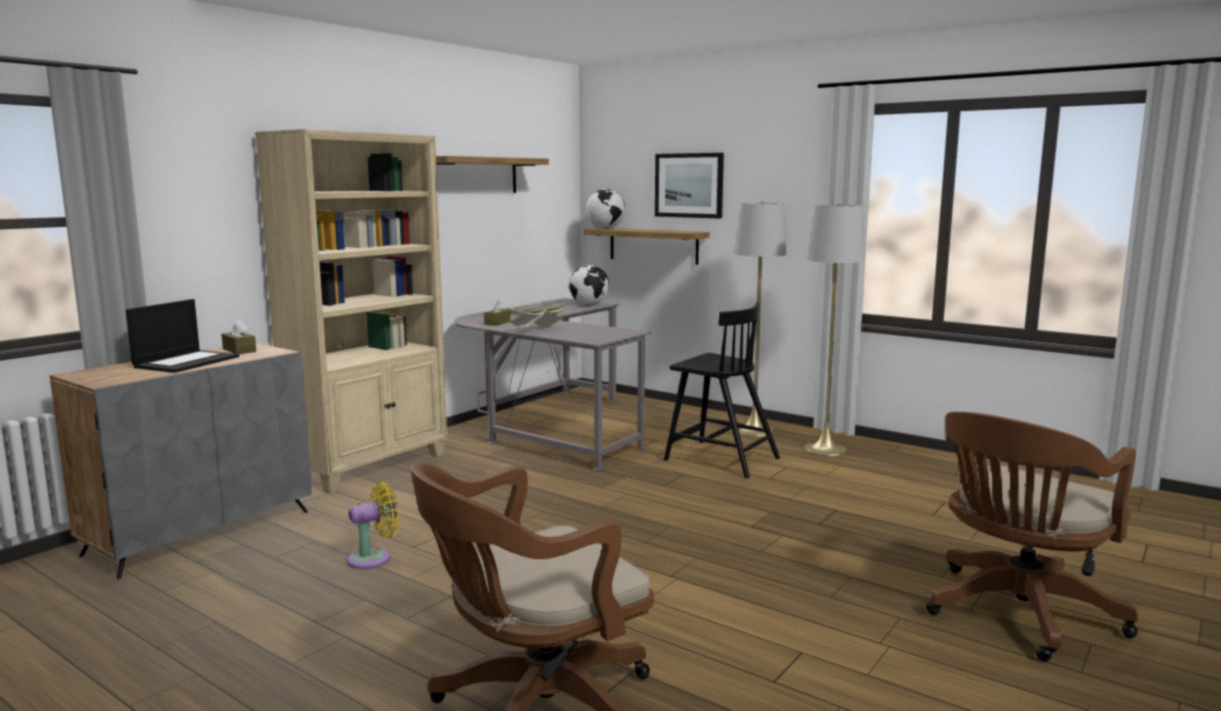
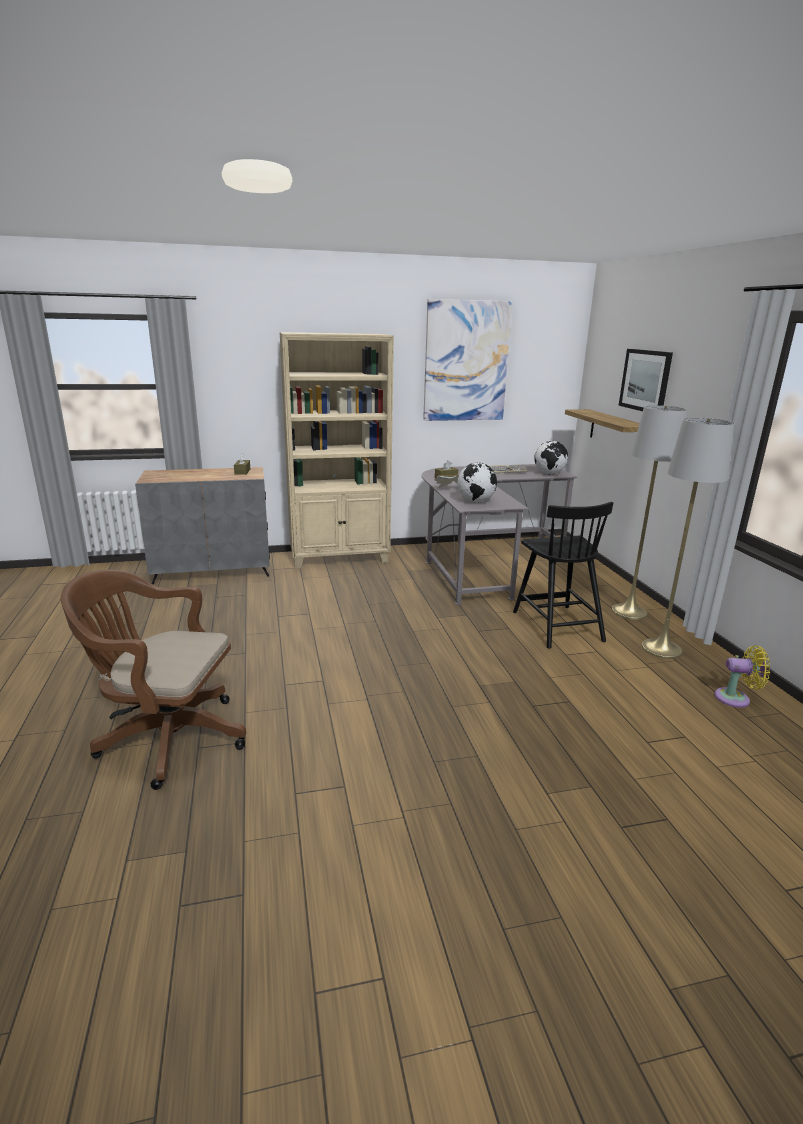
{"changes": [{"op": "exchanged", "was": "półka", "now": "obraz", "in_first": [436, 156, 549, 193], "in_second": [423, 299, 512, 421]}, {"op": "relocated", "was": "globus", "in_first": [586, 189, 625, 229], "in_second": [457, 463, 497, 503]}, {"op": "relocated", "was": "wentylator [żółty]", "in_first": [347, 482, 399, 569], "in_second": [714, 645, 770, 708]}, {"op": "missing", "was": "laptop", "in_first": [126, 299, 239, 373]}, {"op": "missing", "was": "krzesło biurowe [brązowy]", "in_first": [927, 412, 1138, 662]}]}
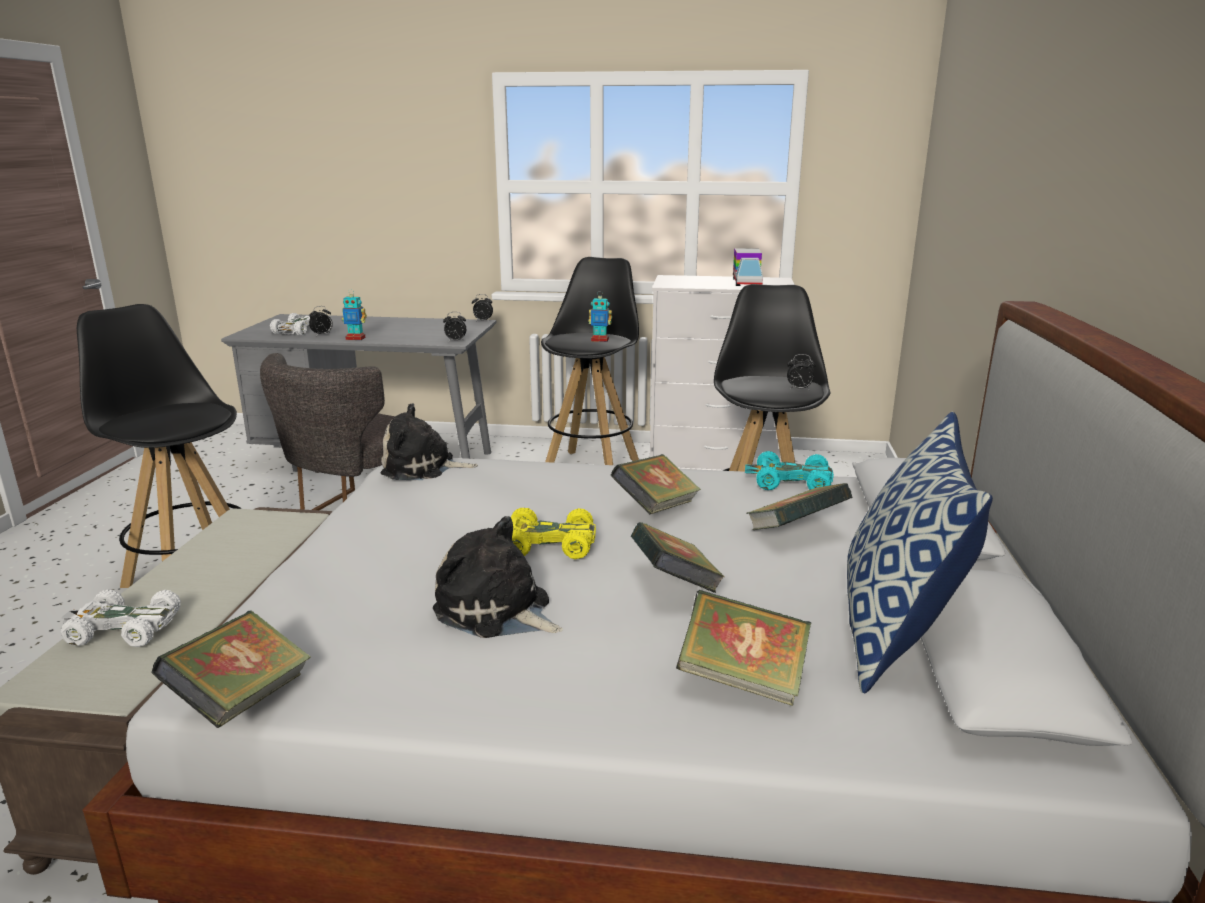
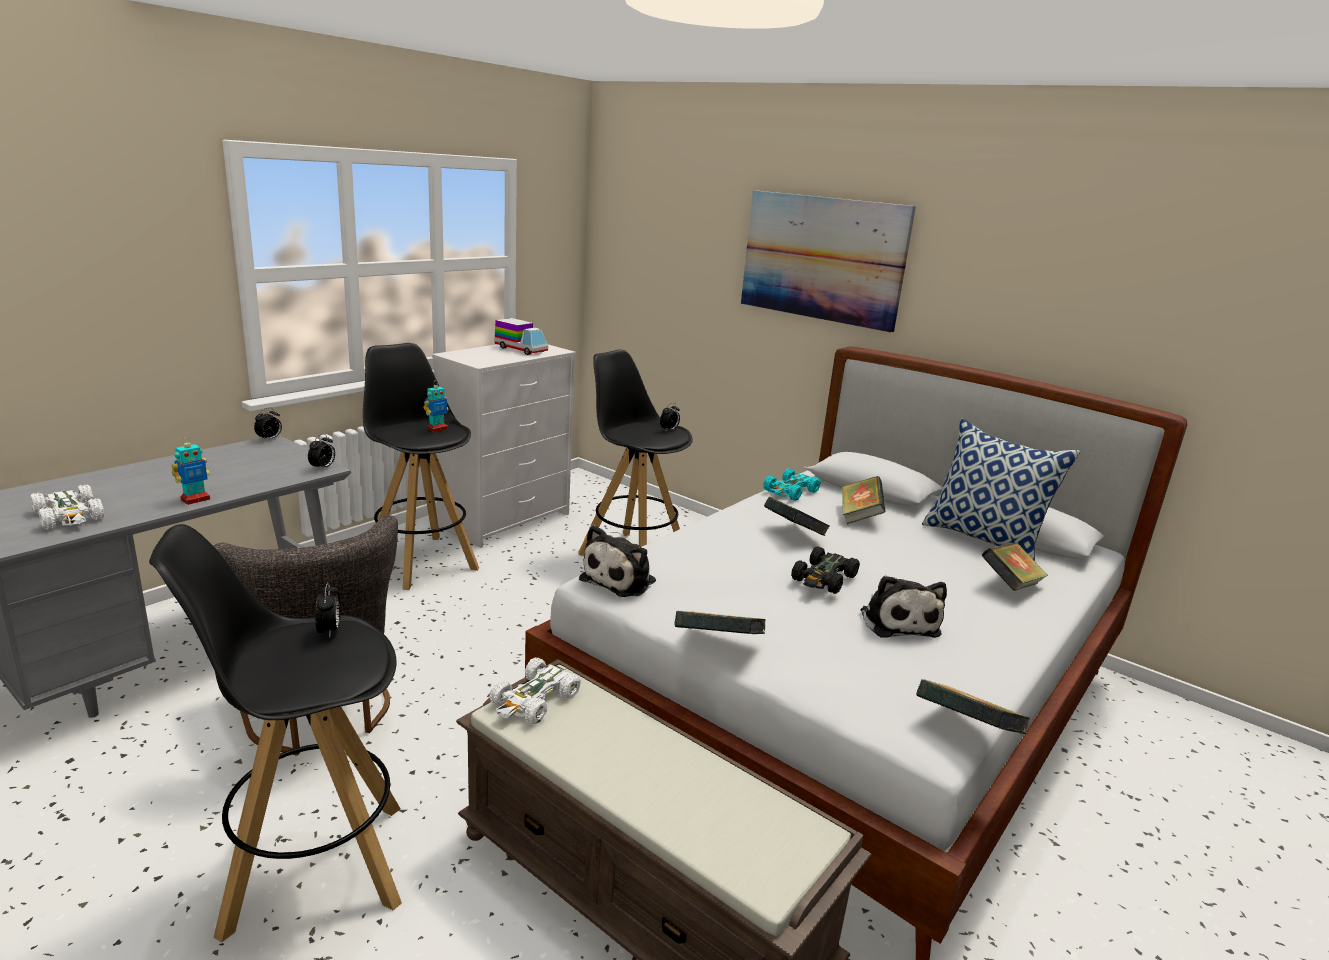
{"changes": [{"op": "relocated", "was": "budzik", "in_first": [309, 306, 333, 335], "in_second": [315, 582, 341, 637]}, {"op": "relocated", "was": "samochodzik [biały]", "in_first": [61, 589, 181, 647], "in_second": [489, 658, 581, 724]}, {"op": "relocated", "was": "książka", "in_first": [631, 522, 725, 593], "in_second": [675, 610, 766, 634]}, {"op": "appeared", "now": "obraz", "in_second": [741, 190, 916, 333]}, {"op": "colour", "was": "samochodzik [żółty]", "now": "samochodzik [czarny]", "in_first": [511, 508, 596, 559], "in_second": [791, 546, 860, 594]}, {"op": "spun", "was": "pluszak", "in_first": [433, 516, 563, 638], "in_second": [860, 576, 947, 638], "clockwise": -75}]}
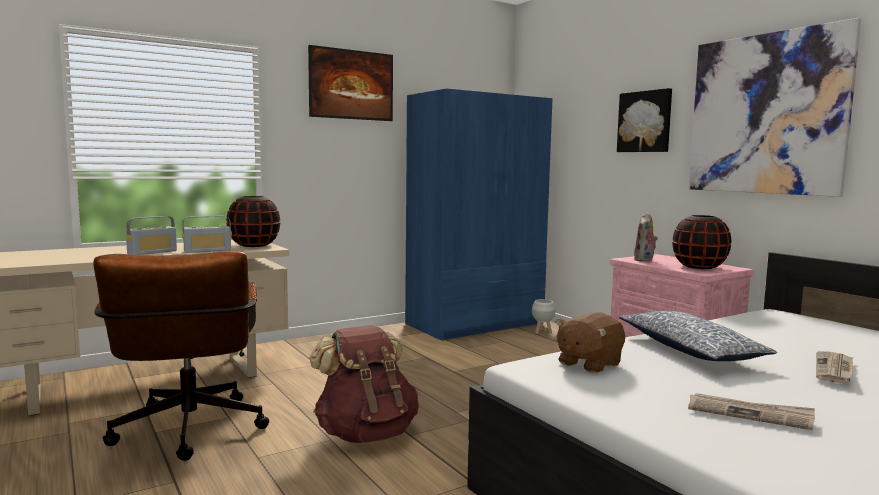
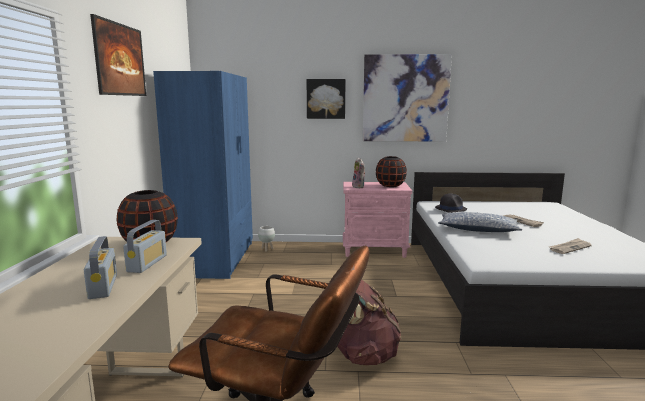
{"changes": [{"op": "appeared", "now": "kapelusz [czarny]", "in_second": [435, 193, 467, 213]}, {"op": "missing", "was": "pluszak [brązowy]", "in_first": [555, 312, 625, 373]}]}
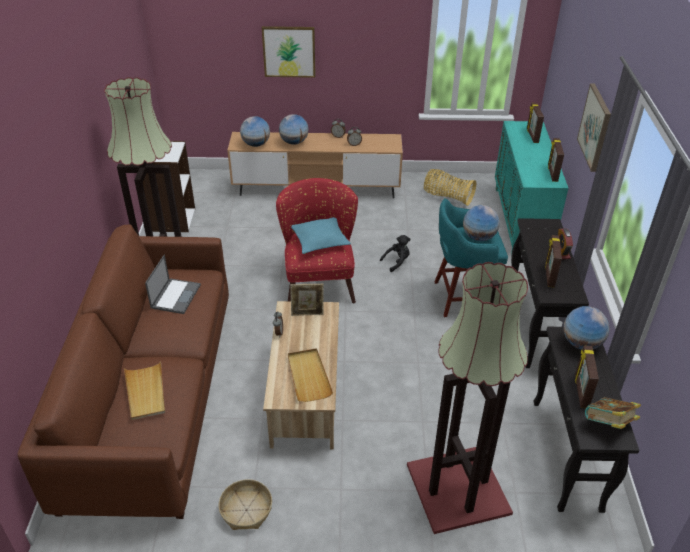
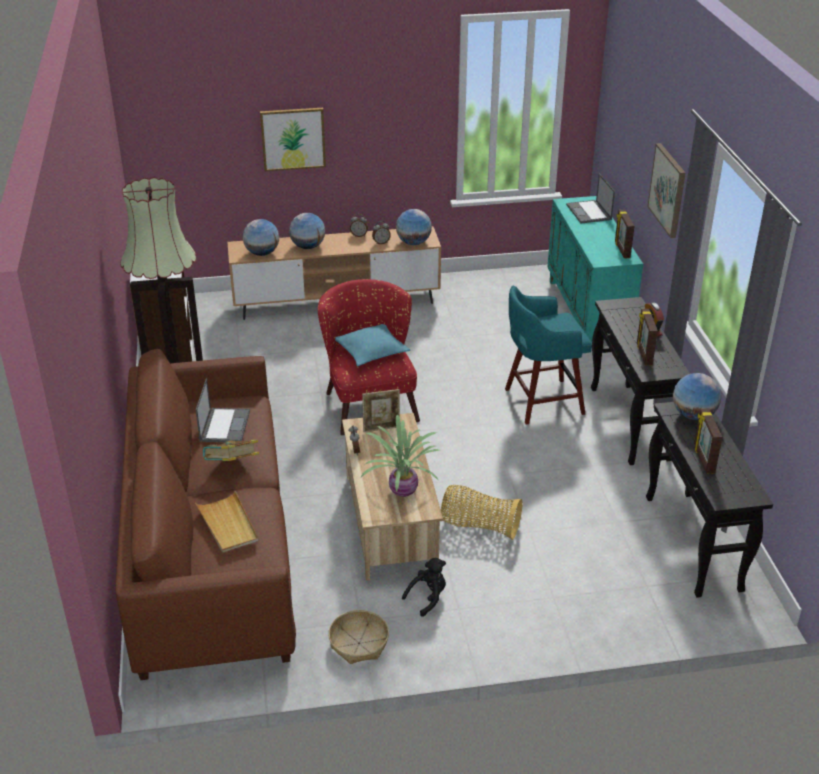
{"changes": [{"op": "relocated", "was": "książka", "in_first": [585, 397, 641, 429], "in_second": [203, 440, 259, 461]}, {"op": "exchanged", "was": "taca [beżowy]", "now": "roślina doniczkowa", "in_first": [288, 348, 333, 402], "in_second": [361, 415, 440, 497]}, {"op": "relocated", "was": "globus", "in_first": [463, 205, 500, 241], "in_second": [396, 209, 432, 245]}, {"op": "relocated", "was": "pluszak [czarny]", "in_first": [380, 235, 411, 272], "in_second": [402, 558, 446, 617]}, {"op": "relocated", "was": "koszyk", "in_first": [424, 169, 476, 206], "in_second": [441, 485, 522, 540]}, {"op": "exchanged", "was": "ramka na zdjęcie", "now": "laptop", "in_first": [527, 103, 544, 143], "in_second": [566, 174, 615, 223]}, {"op": "missing", "was": "lampa stojąca", "in_first": [407, 262, 528, 534]}]}
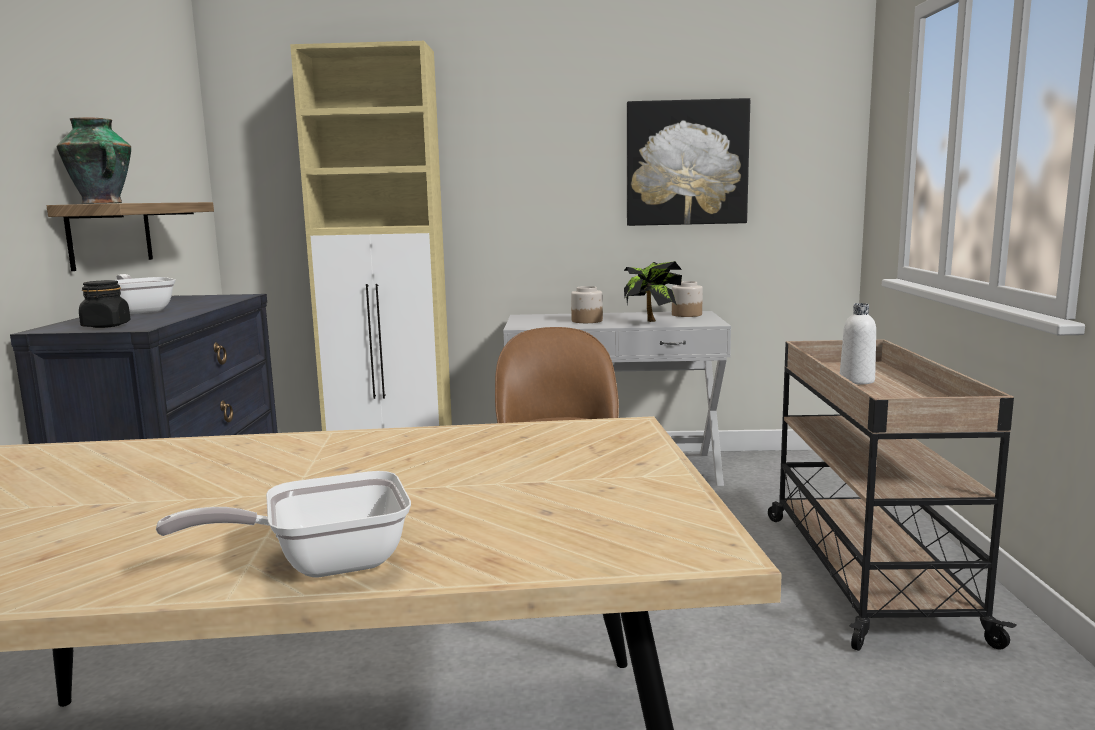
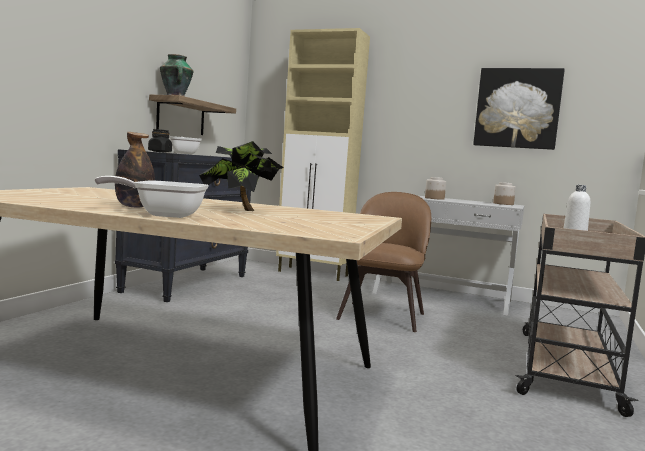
{"changes": [{"op": "appeared", "now": "butelka", "in_second": [115, 132, 155, 208]}, {"op": "relocated", "was": "roślina doniczkowa", "in_first": [624, 261, 682, 322], "in_second": [199, 141, 284, 211]}]}
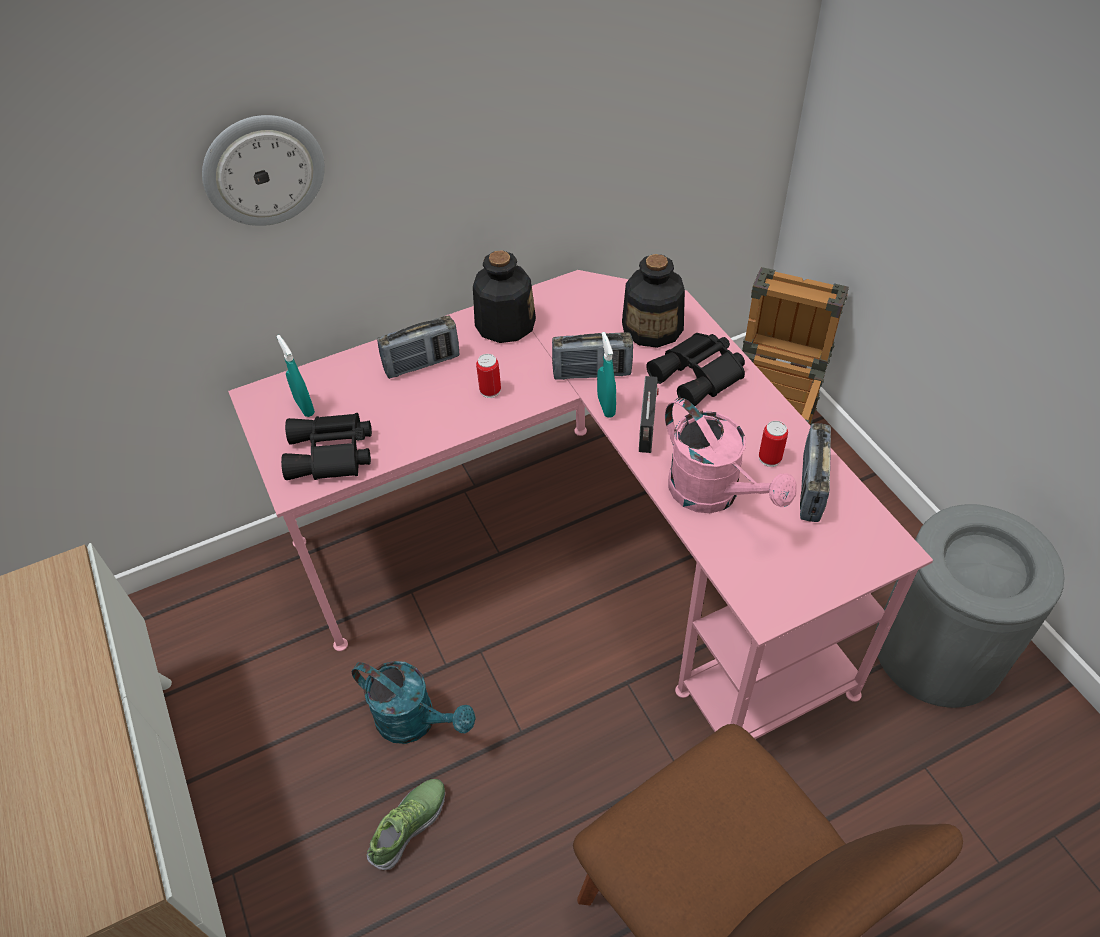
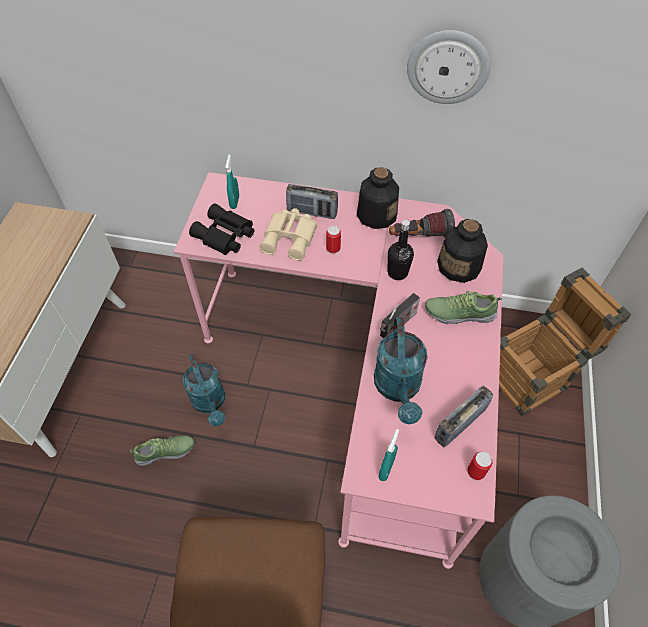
{"changes": [{"op": "appeared", "now": "lornetka [beżowy]", "in_second": [259, 208, 317, 261]}, {"op": "colour", "was": "konewka [różowy]", "now": "konewka [turkusowy]", "in_first": [665, 398, 797, 513], "in_second": [374, 317, 428, 425]}, {"op": "relocated", "was": "spryskiwacz [turkusowy]", "in_first": [597, 332, 616, 418], "in_second": [378, 429, 399, 481]}, {"op": "exchanged", "was": "radio", "now": "butelka [czarny]", "in_first": [552, 332, 633, 380], "in_second": [388, 220, 414, 280]}, {"op": "appeared", "now": "latarka", "in_second": [389, 209, 455, 238]}, {"op": "relocated", "was": "zegar ścienny", "in_first": [202, 115, 325, 226], "in_second": [407, 30, 491, 104]}, {"op": "exchanged", "was": "lornetka [czarny]", "now": "but", "in_first": [646, 333, 745, 406], "in_second": [425, 291, 502, 324]}, {"op": "relocated", "was": "puszka", "in_first": [759, 421, 788, 467], "in_second": [467, 451, 493, 481]}]}
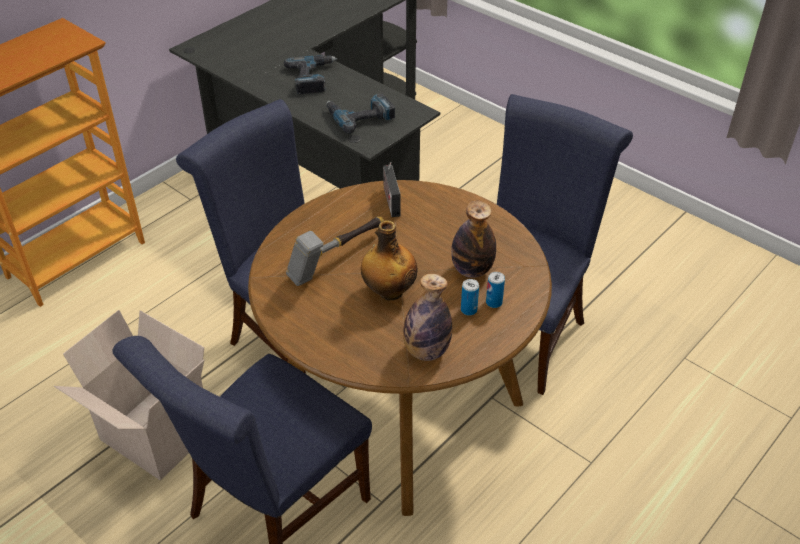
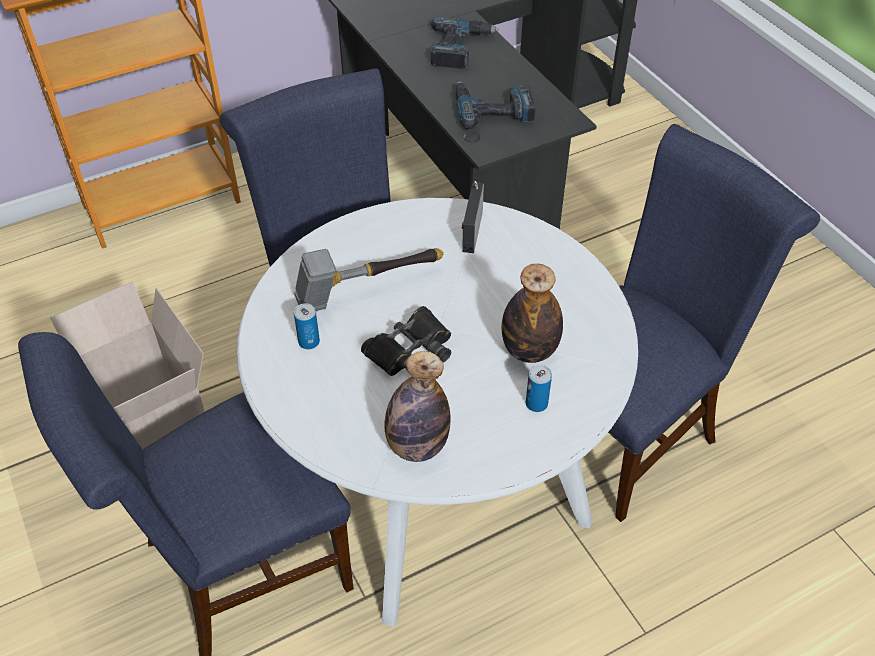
{"changes": [{"op": "colour", "was": "stół jadalny [brązowy]", "now": "stół jadalny [biały]", "in_first": [248, 180, 552, 516], "in_second": [237, 198, 638, 627]}, {"op": "relocated", "was": "puszka", "in_first": [461, 279, 479, 316], "in_second": [294, 303, 320, 349]}, {"op": "exchanged", "was": "butelka", "now": "lornetka [czarny]", "in_first": [361, 220, 417, 300], "in_second": [361, 306, 451, 376]}]}
